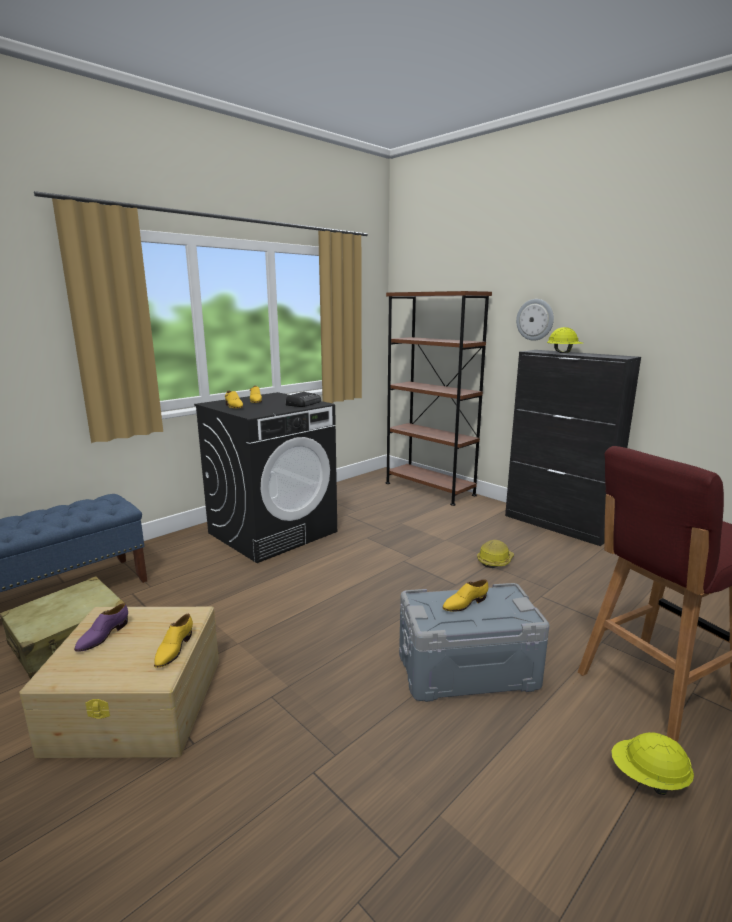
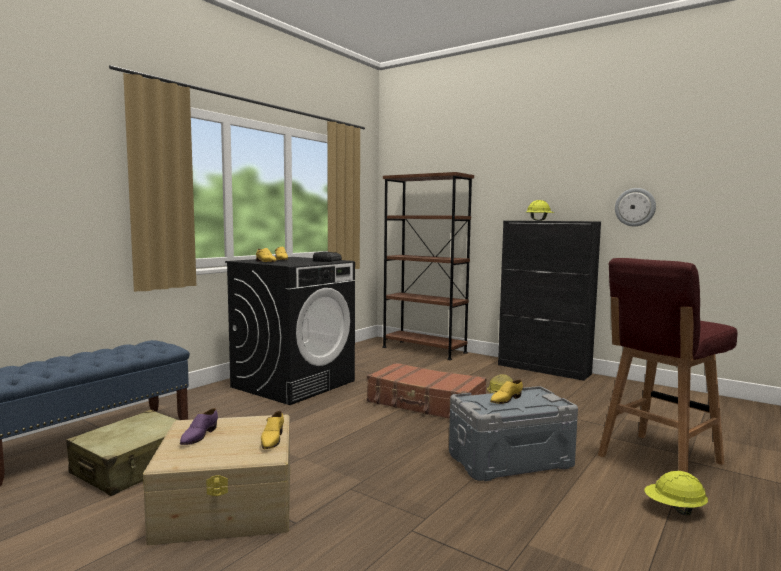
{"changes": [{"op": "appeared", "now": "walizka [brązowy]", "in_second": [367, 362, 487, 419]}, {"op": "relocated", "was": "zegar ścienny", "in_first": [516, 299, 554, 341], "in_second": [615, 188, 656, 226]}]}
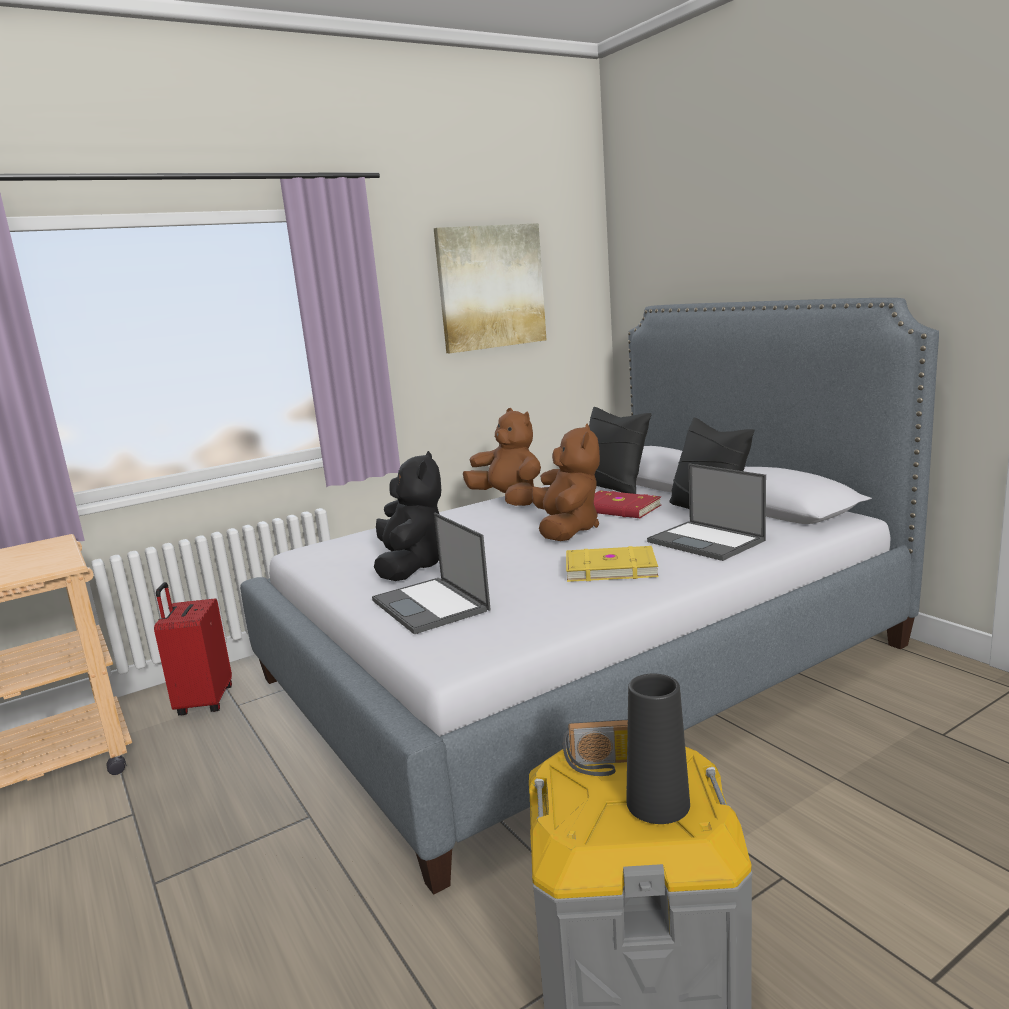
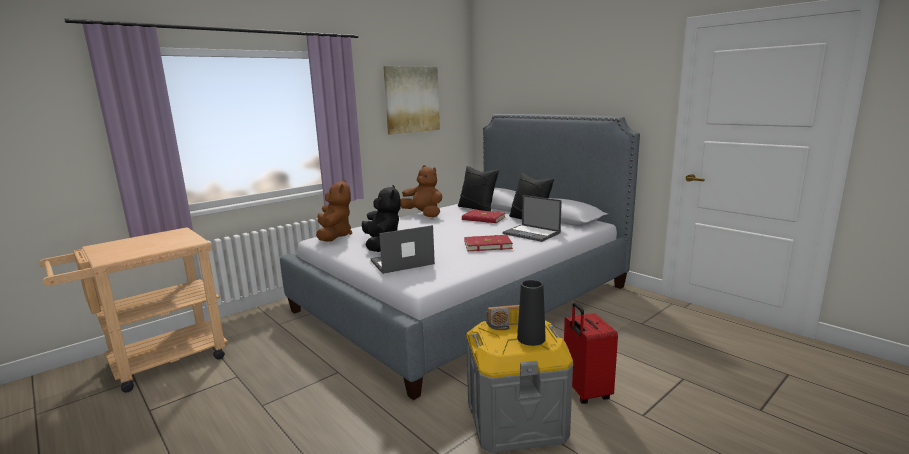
{"changes": [{"op": "relocated", "was": "pluszak [brązowy]", "in_first": [532, 424, 600, 541], "in_second": [316, 180, 352, 242]}, {"op": "spun", "was": "laptop", "in_first": [372, 513, 491, 634], "in_second": [371, 225, 435, 274], "clockwise": 105}, {"op": "colour", "was": "książka [żółty]", "now": "książka [czerwony]", "in_first": [566, 546, 659, 582], "in_second": [464, 235, 513, 251]}, {"op": "relocated", "was": "walizka [czerwony]", "in_first": [154, 582, 232, 715], "in_second": [564, 302, 618, 404]}]}
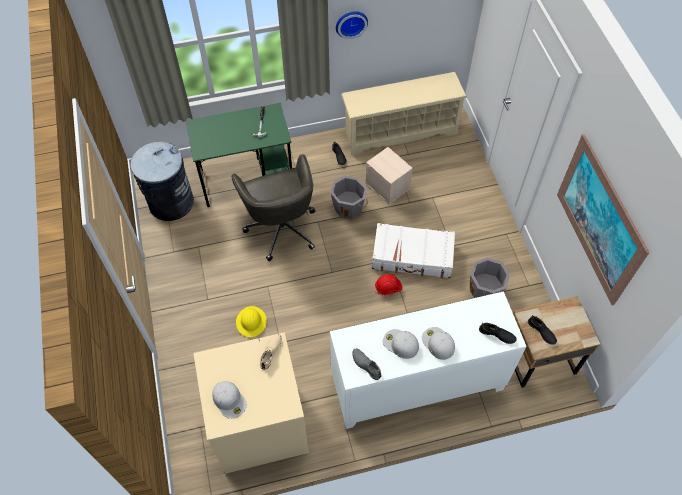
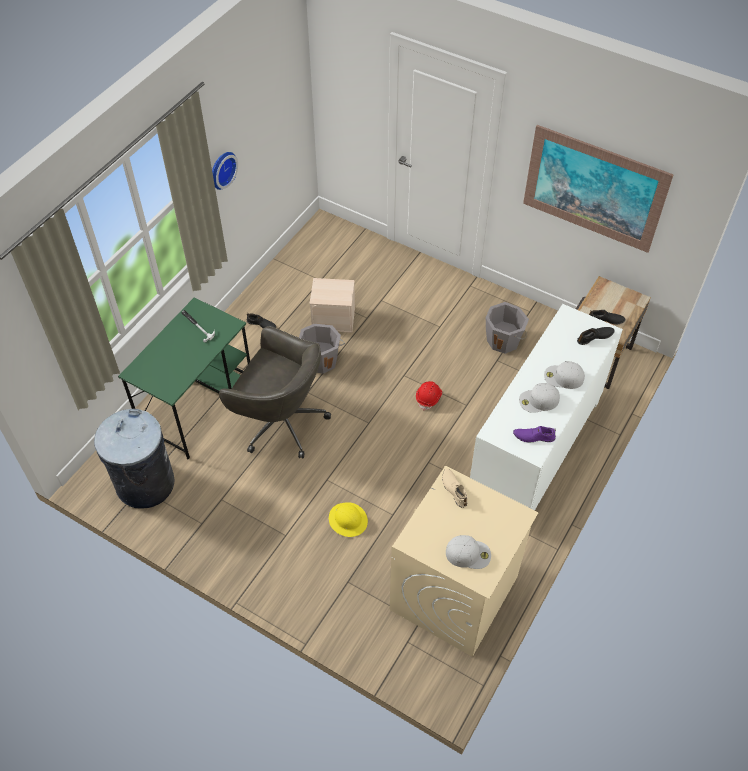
{"changes": [{"op": "colour", "was": "but [szary]", "now": "but [fioletowy]", "in_first": [352, 348, 381, 380], "in_second": [513, 426, 556, 443]}, {"op": "missing", "was": "regał na buty [beżowy]", "in_first": [341, 72, 467, 155]}, {"op": "missing", "was": "walizka [biały]", "in_first": [372, 223, 455, 279]}]}
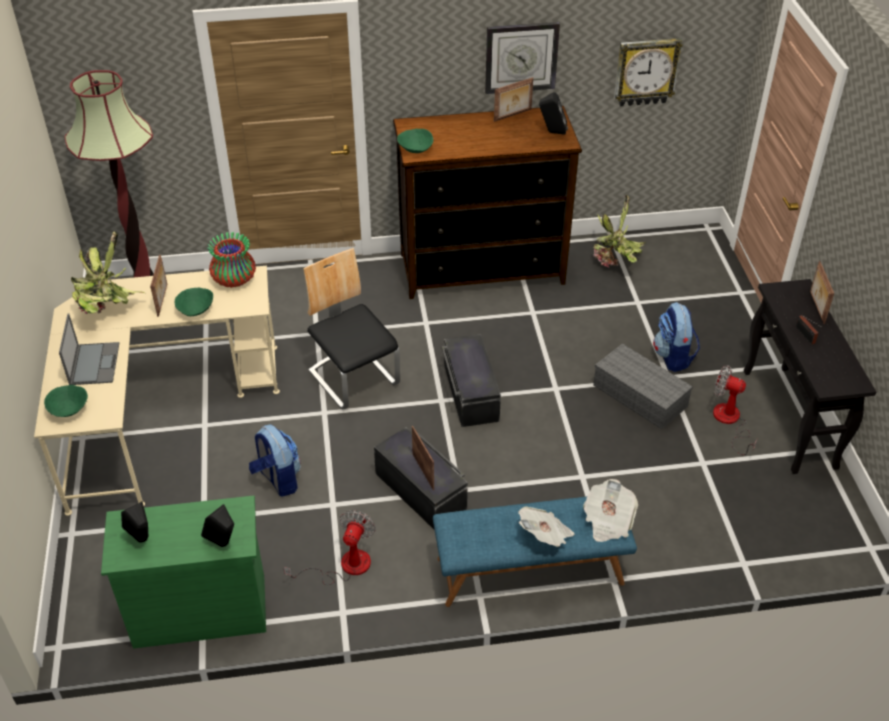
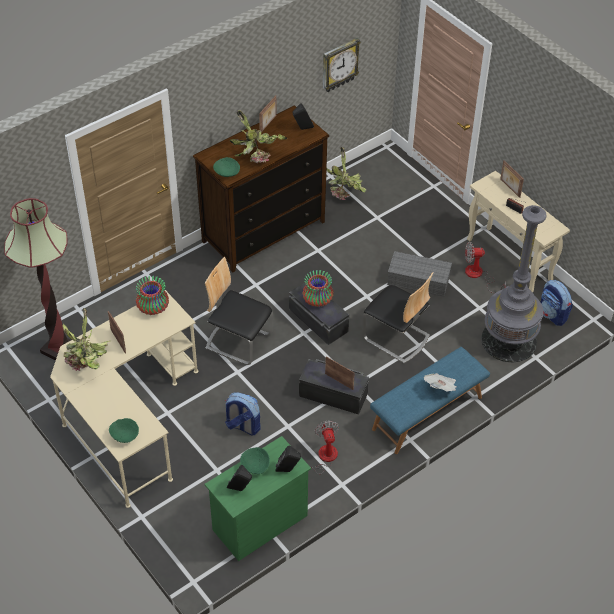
{"changes": [{"op": "appeared", "now": "roślina doniczkowa", "in_second": [230, 110, 287, 163]}, {"op": "relocated", "was": "miska [zielony]", "in_first": [175, 288, 213, 316], "in_second": [240, 447, 270, 474]}, {"op": "appeared", "now": "wazon", "in_second": [303, 270, 333, 307]}, {"op": "appeared", "now": "krzesło", "in_second": [362, 272, 434, 364]}, {"op": "colour", "was": "stolik konsolowy [czarny]", "now": "stolik konsolowy [beżowy]", "in_first": [744, 279, 876, 474], "in_second": [467, 171, 570, 292]}, {"op": "appeared", "now": "lampa stojąca [szary]", "in_second": [481, 205, 546, 362]}, {"op": "relocated", "was": "plecak", "in_first": [653, 302, 700, 372], "in_second": [541, 280, 573, 326]}, {"op": "missing", "was": "laptop", "in_first": [59, 314, 119, 385]}, {"op": "missing", "was": "zegar ścienny", "in_first": [485, 22, 560, 94]}, {"op": "missing", "was": "gazeta", "in_first": [583, 479, 638, 542]}]}
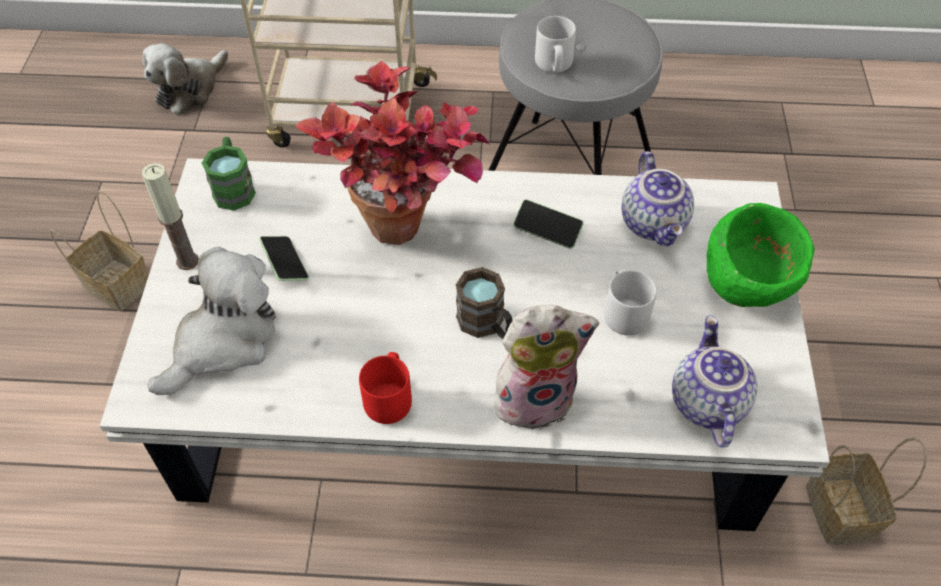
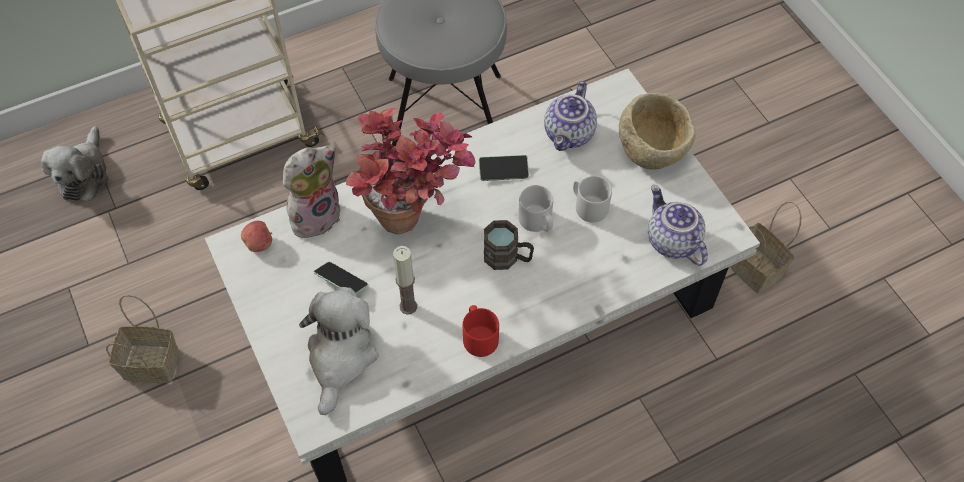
{"changes": [{"op": "exchanged", "was": "kubek [zielony]", "now": "jabłko", "in_first": [202, 137, 256, 211], "in_second": [241, 221, 272, 252]}, {"op": "relocated", "was": "pluszak", "in_first": [494, 305, 599, 433], "in_second": [283, 146, 340, 238]}, {"op": "relocated", "was": "świeca", "in_first": [142, 163, 199, 270], "in_second": [393, 246, 417, 314]}, {"op": "relocated", "was": "kubek [szary]", "in_first": [535, 16, 576, 73], "in_second": [518, 185, 553, 232]}, {"op": "spun", "was": "imbryk", "in_first": [622, 151, 694, 247], "in_second": [544, 81, 597, 151], "clockwise": 60}, {"op": "colour", "was": "miska [zielony]", "now": "miska [beżowy]", "in_first": [707, 203, 815, 307], "in_second": [619, 93, 696, 170]}]}
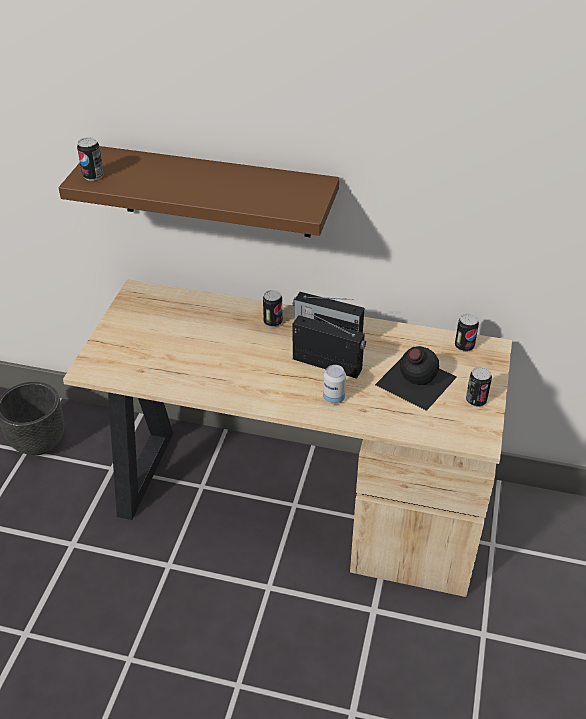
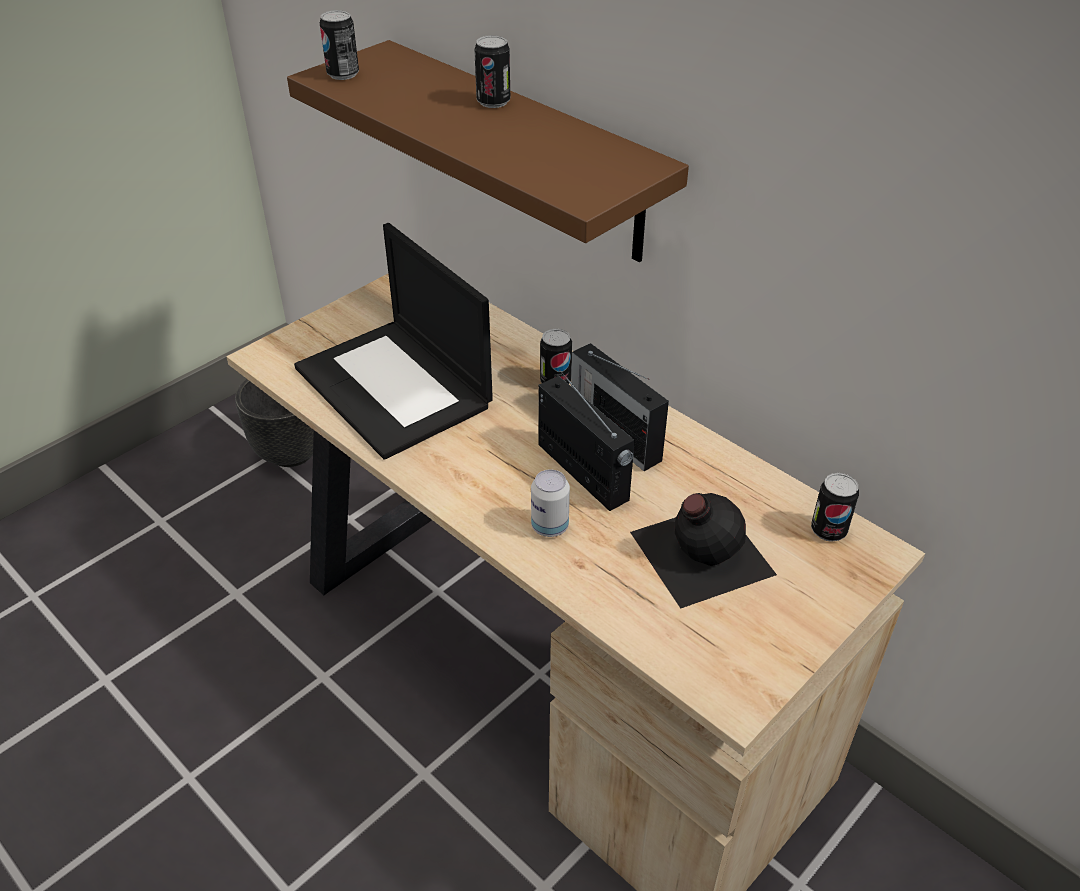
{"changes": [{"op": "appeared", "now": "laptop", "in_second": [294, 223, 493, 460]}, {"op": "relocated", "was": "puszka", "in_first": [466, 367, 492, 407], "in_second": [474, 35, 510, 108]}]}
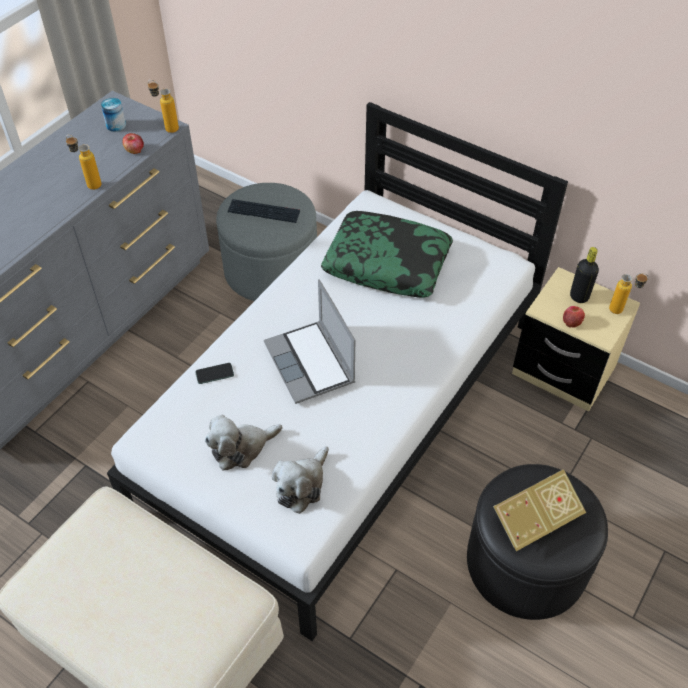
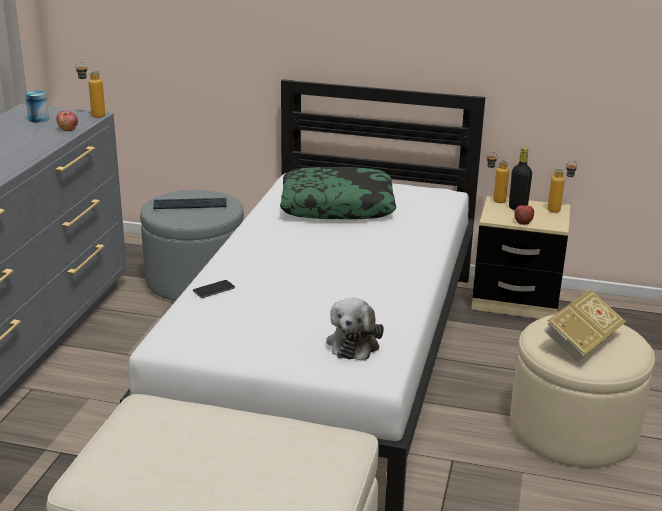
{"changes": [{"op": "relocated", "was": "butelka", "in_first": [66, 135, 102, 190], "in_second": [486, 152, 509, 203]}, {"op": "colour", "was": "pufa [czarny]", "now": "pufa [beżowy]", "in_first": [467, 464, 608, 620], "in_second": [510, 315, 655, 467]}, {"op": "missing", "was": "pluszak", "in_first": [205, 415, 283, 470]}, {"op": "missing", "was": "laptop", "in_first": [264, 279, 355, 404]}]}
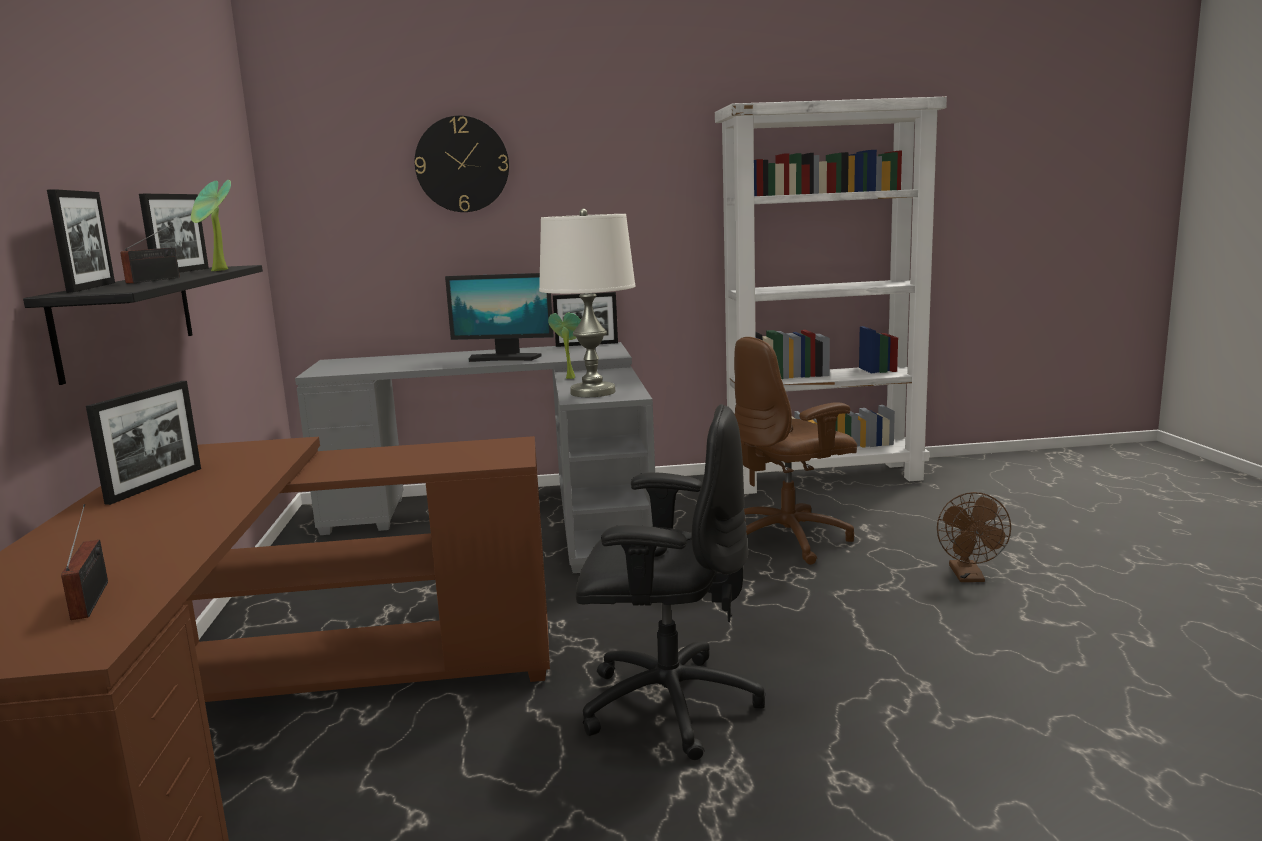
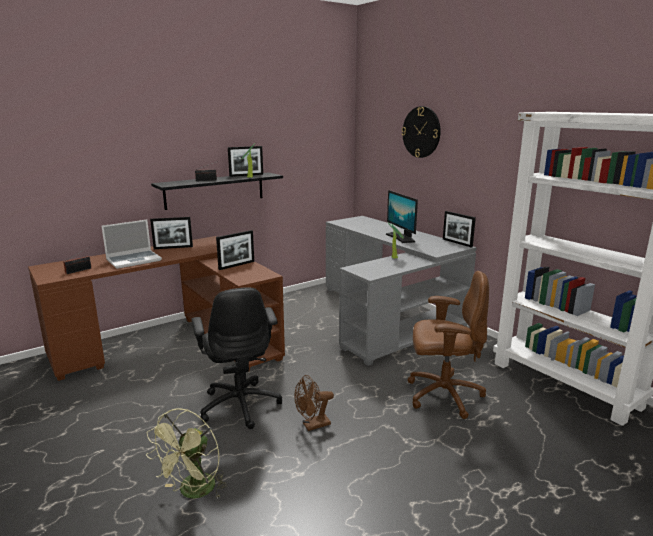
{"changes": [{"op": "appeared", "now": "laptop", "in_second": [102, 220, 162, 269]}, {"op": "appeared", "now": "wentylator [zielony]", "in_second": [146, 408, 227, 499]}, {"op": "relocated", "was": "ramka na zdjęcie", "in_first": [47, 189, 115, 293], "in_second": [216, 230, 254, 270]}, {"op": "relocated", "was": "wentylator [brązowy]", "in_first": [937, 492, 1011, 582], "in_second": [295, 375, 334, 431]}, {"op": "spun", "was": "krzesło biurowe [brązowy]", "in_first": [734, 337, 857, 565], "in_second": [407, 271, 489, 419], "clockwise": 150}, {"op": "missing", "was": "lampa stołowa [biały]", "in_first": [539, 209, 636, 397]}]}
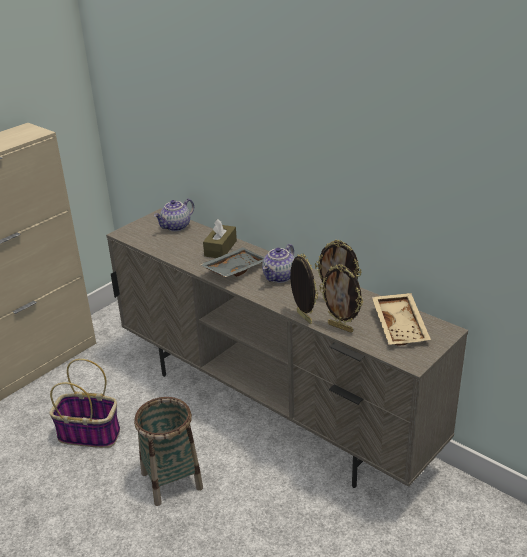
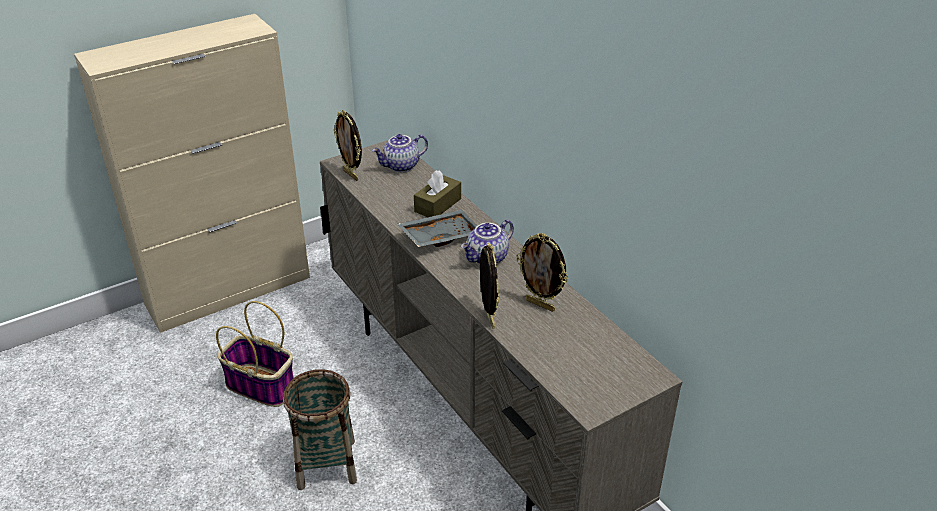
{"changes": [{"op": "relocated", "was": "ramka na zdjęcie", "in_first": [319, 264, 363, 333], "in_second": [334, 110, 362, 181]}, {"op": "missing", "was": "taca [beżowy]", "in_first": [372, 293, 431, 346]}]}
